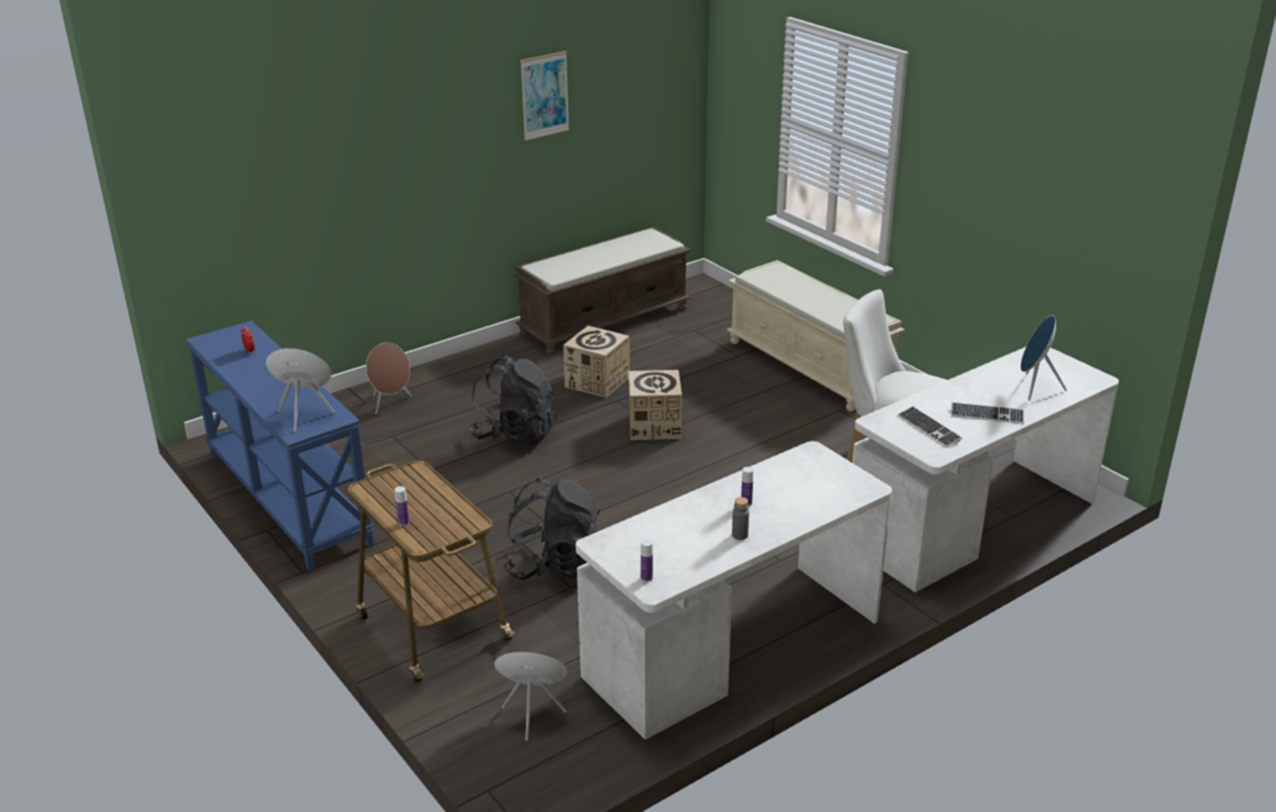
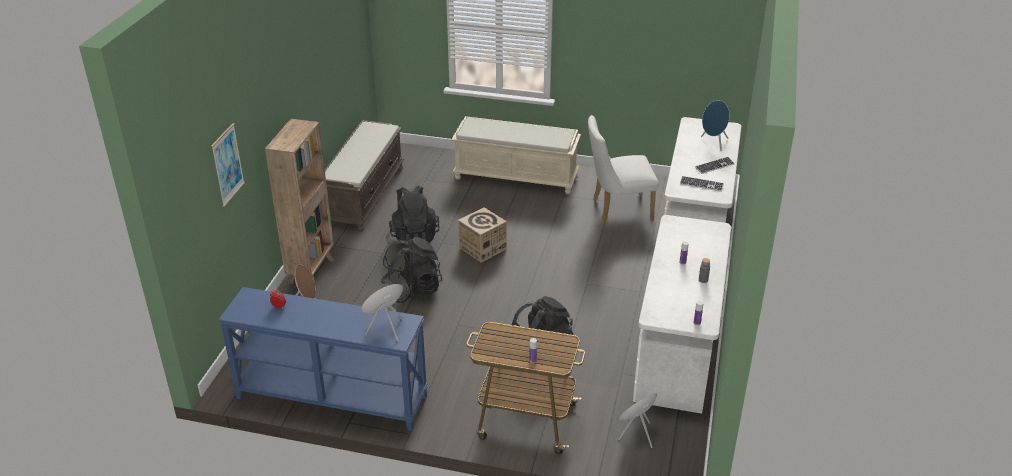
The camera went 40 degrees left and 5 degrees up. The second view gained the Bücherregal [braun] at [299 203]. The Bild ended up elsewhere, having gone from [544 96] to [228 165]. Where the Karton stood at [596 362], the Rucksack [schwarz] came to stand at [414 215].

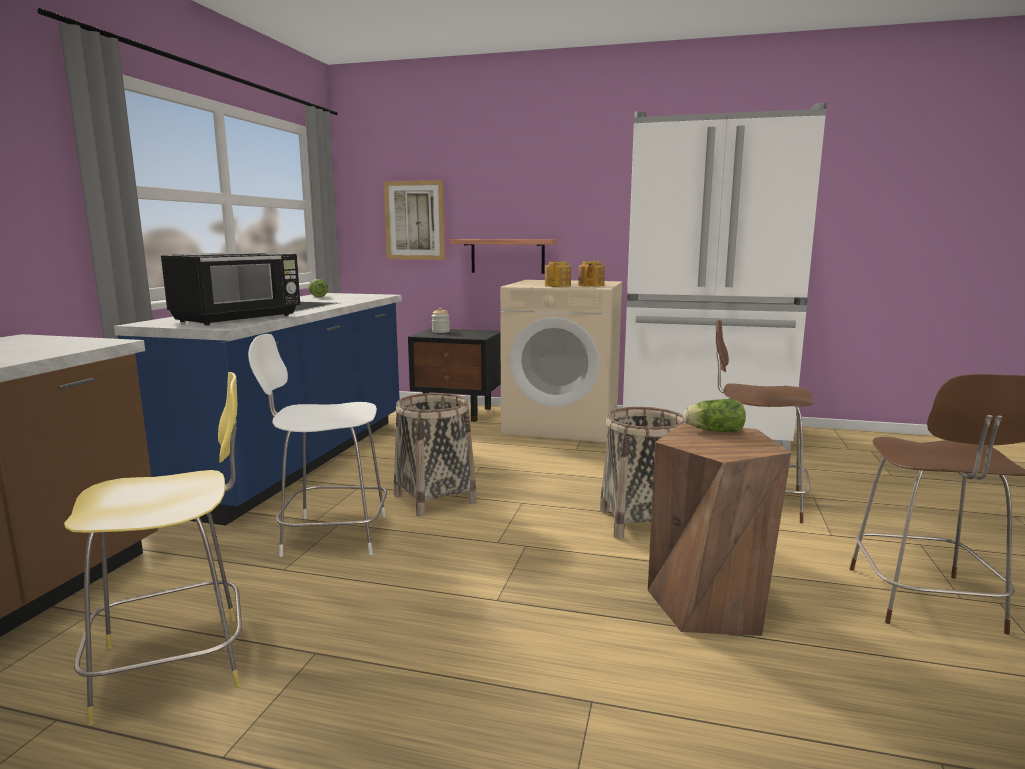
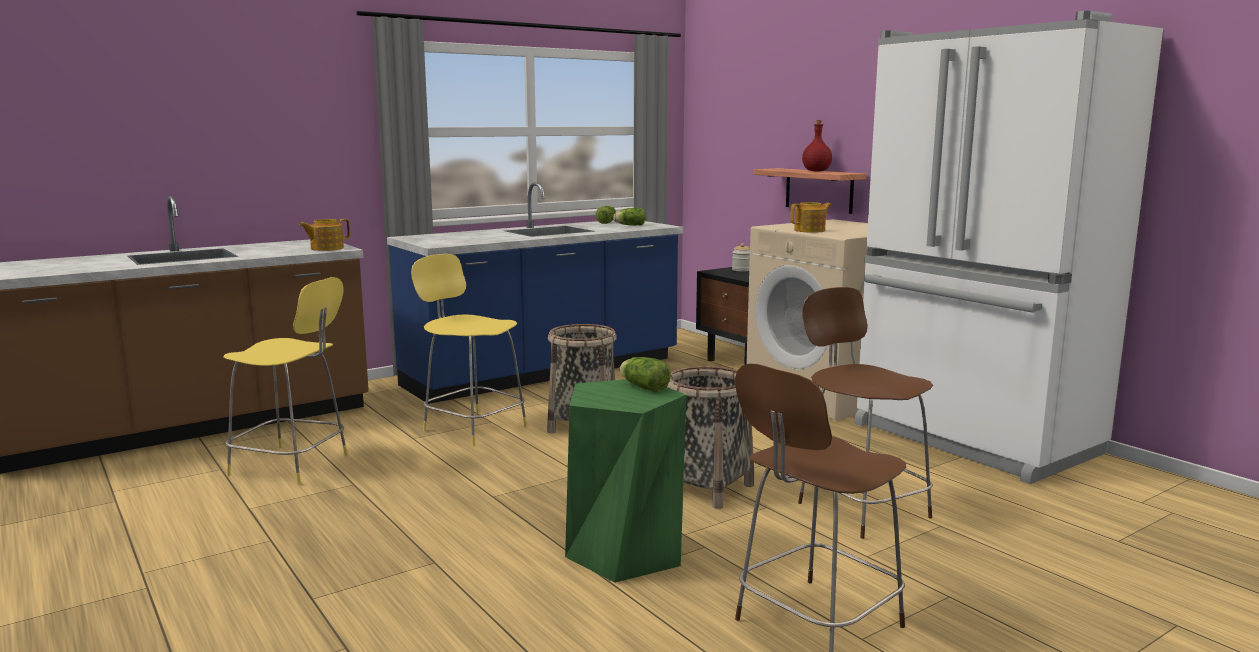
The camera went 40 degrees right and 0 degrees up. The second view lost the Mikrowelle [schwarz] at [230 288]. The second view lost the Bild at [414 220]. The second view gained the Salatkopf at [629 216]. The second view gained the Flasche [rot] at [817 145]. The Teekanne ended up elsewhere, having gone from [591 274] to [324 235]. What was the Hocker [weiß] at [317 445] turned into the Hocker [gelb] at [469 350]. What was the Hocker [braun] at [719 530] turned into the Hocker [grün] at [625 481].

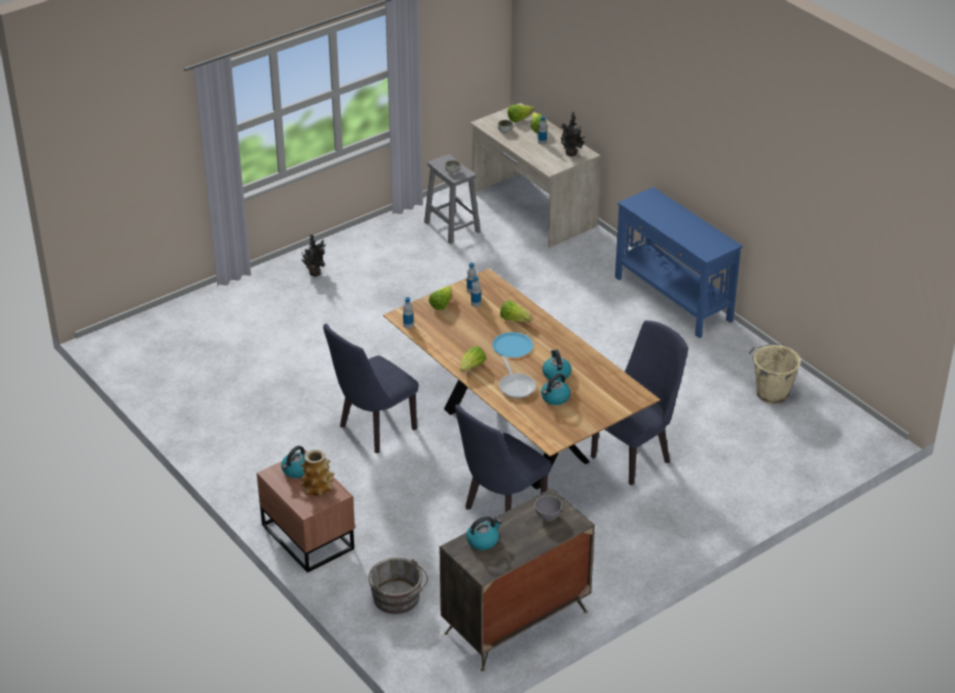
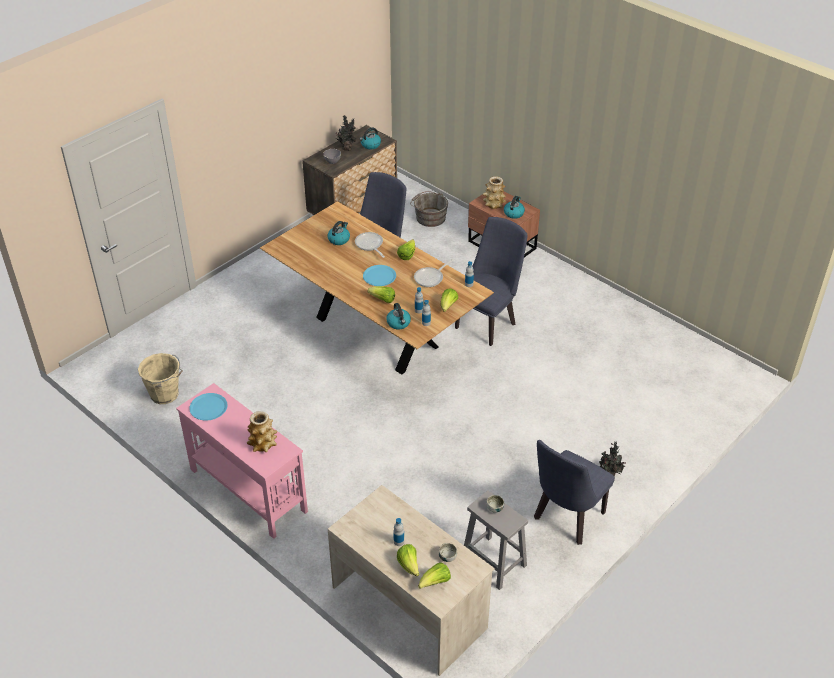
The camera went 170 degrees right and 5 degrees up. The second view gained the Teller [blau] at [208 407]. The second view gained the Vase at [262 432]. The second view gained the Pfanne at [434 273]. The Wasserkessel ended up elsewhere, having gone from [557 365] to [398 316]. The Topfpflanze ended up elsewhere, having gone from [573 134] to [346 133]. The Stuhl [blau] ended up elsewhere, having gone from [639 402] to [574 492]. What was the Konsolentisch [blau] at [679 262] turned into the Konsolentisch [rosa] at [242 461].

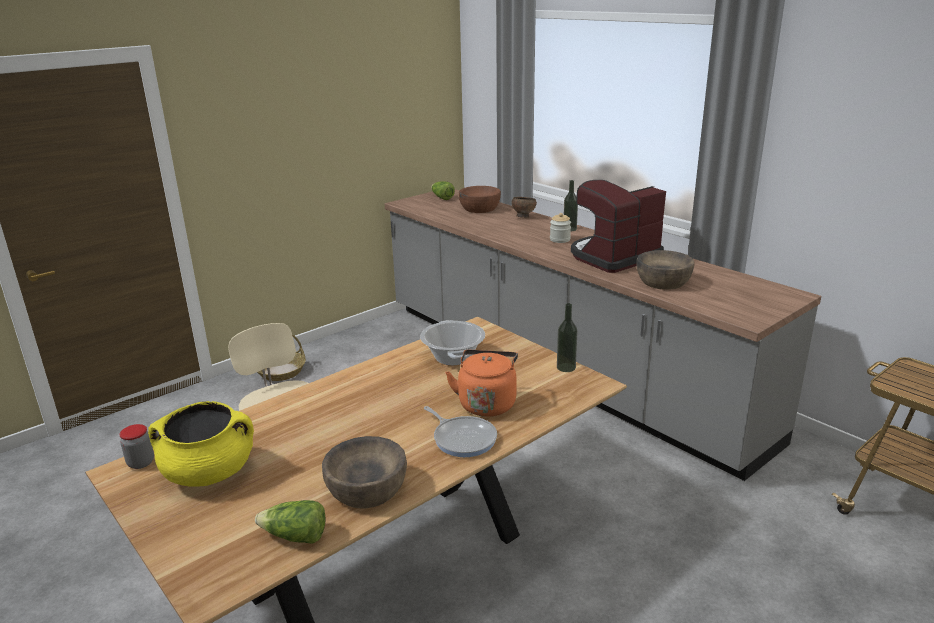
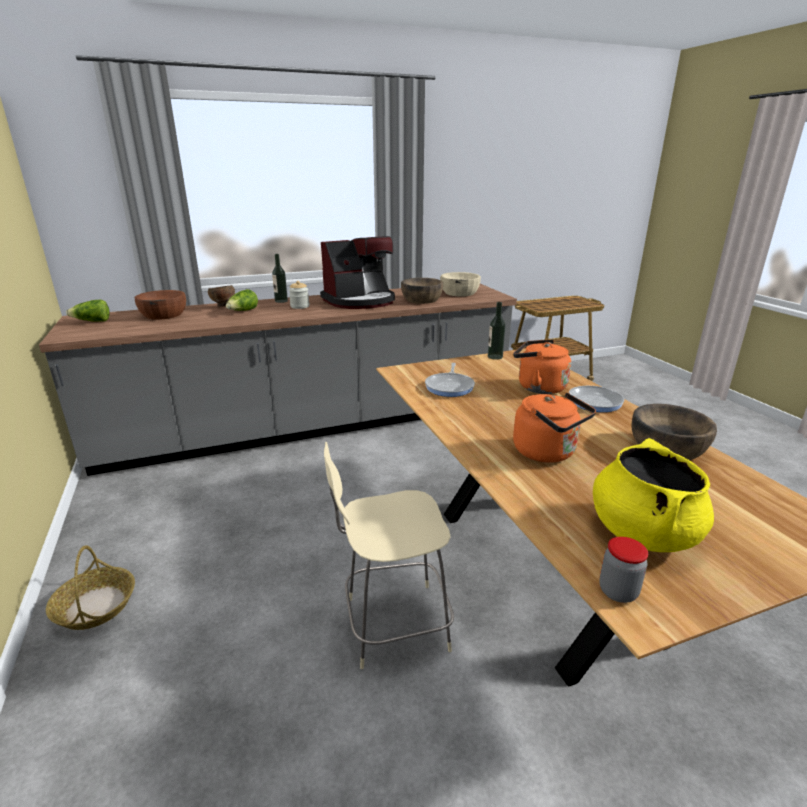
The camera went 70 degrees left and 0 degrees up. The second view gained the Schüssel [beige] at [460 284]. The second view gained the Wasserkessel [orange] at [554 427]. The Salatkopf ended up elsewhere, having gone from [290 521] to [242 300]. Where the Kochtopf stood at [452 342], the Pfanne came to stand at [450 380]. The Kaffeemaschine at [618 226] ended up facing another way, 105 degrees counterclockwise from before.

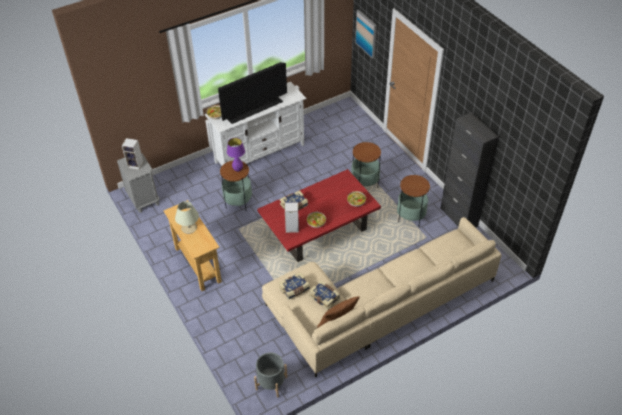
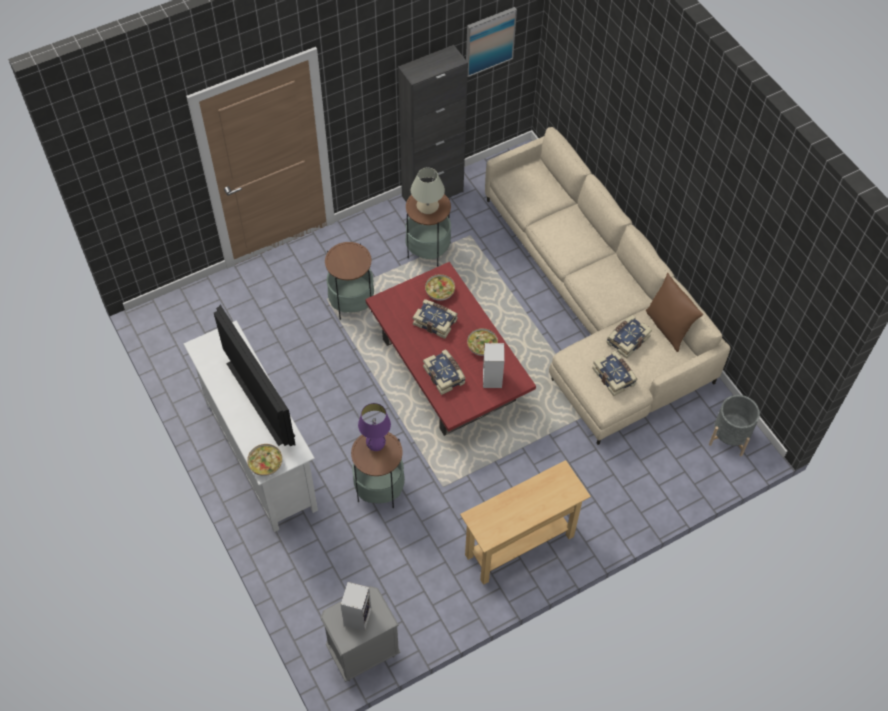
The camera went 90 degrees left and 10 degrees up. The second view gained the Buch at [435 319]. The Tischlampe [beige] ended up elsewhere, having gone from [187 217] to [428 190]. The Bild ended up elsewhere, having gone from [366 34] to [491 42].

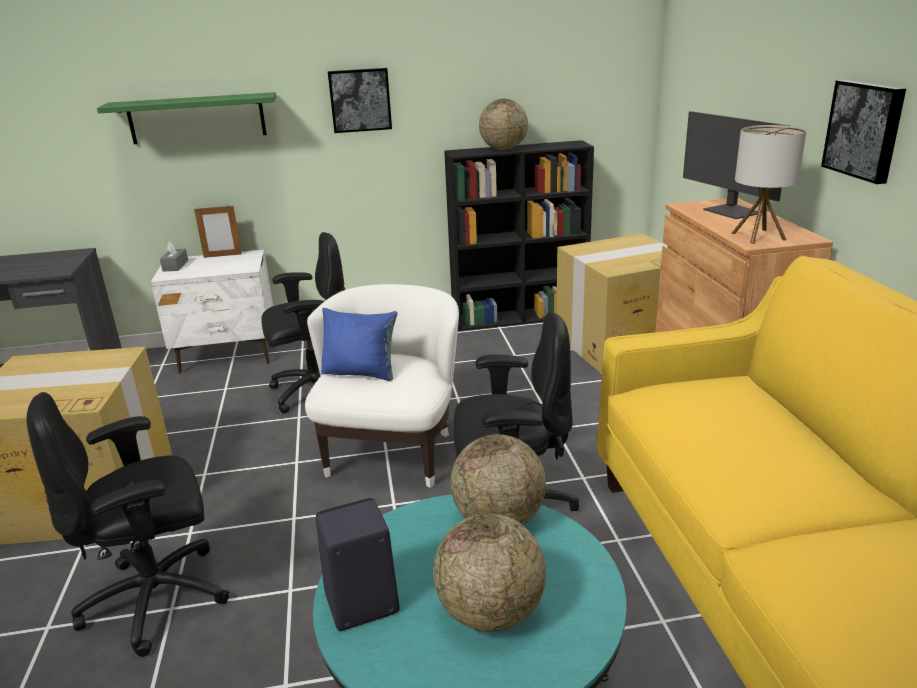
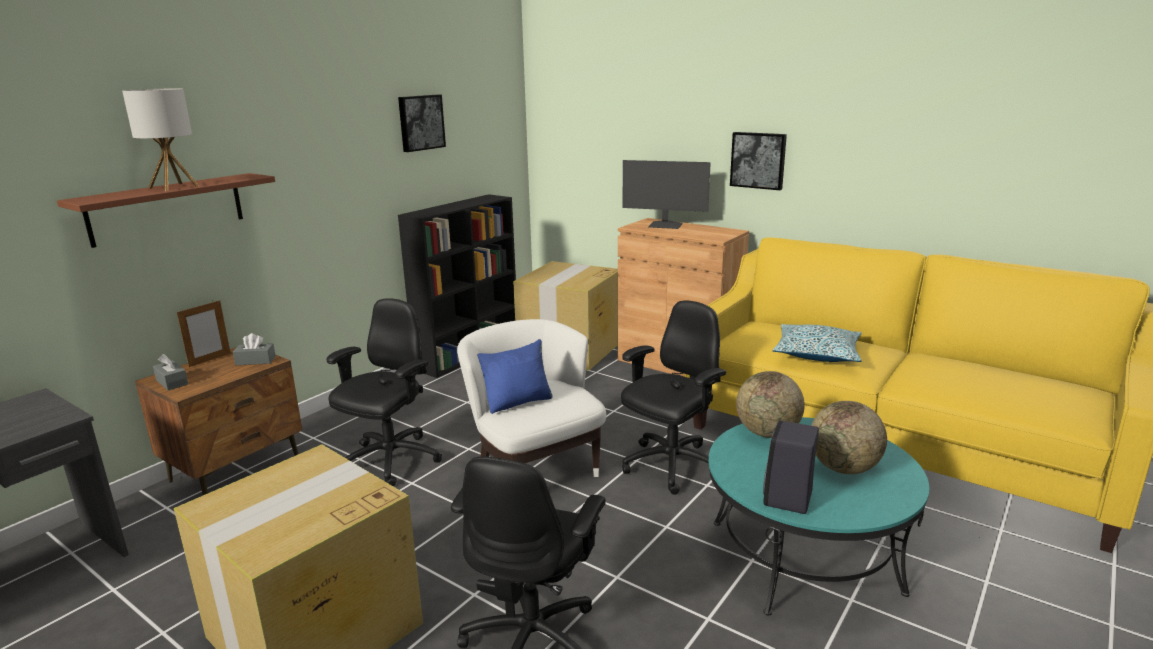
The camera went 45 degrees left and 5 degrees down. The second view lost the Globus at [503 124]. The second view gained the Taschentuchbox [grau] at [254 349]. The second view gained the Kissen at [817 343]. The Bild ended up elsewhere, having gone from [360 100] to [422 123]. The Tischlampe ended up elsewhere, having gone from [769 184] to [160 139]. What was the Wandregal [grün] at [187 118] turned into the Wandregal [braun] at [166 210]. What was the Nachttisch [weiß] at [212 311] turned into the Nachttisch [braun] at [218 421].

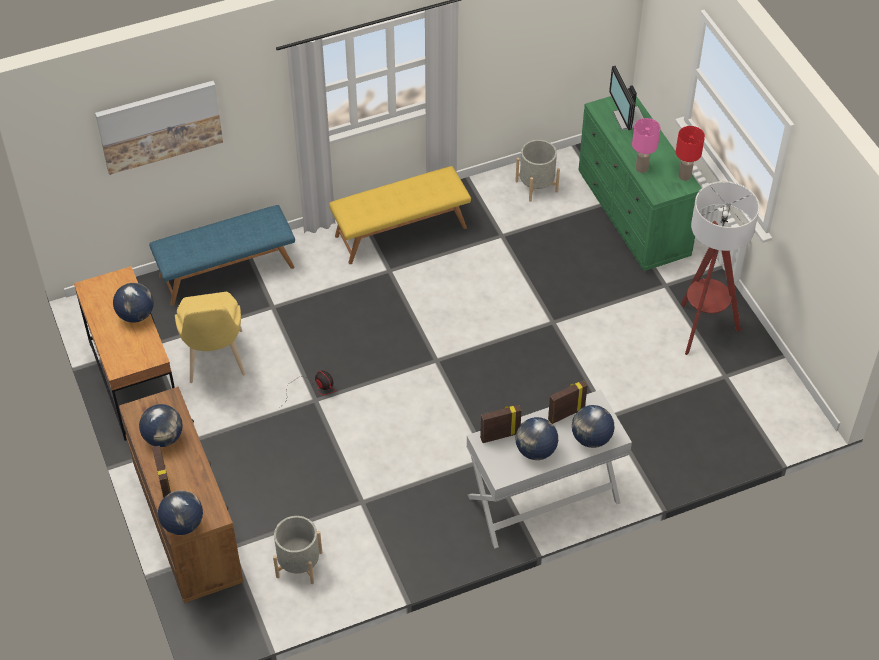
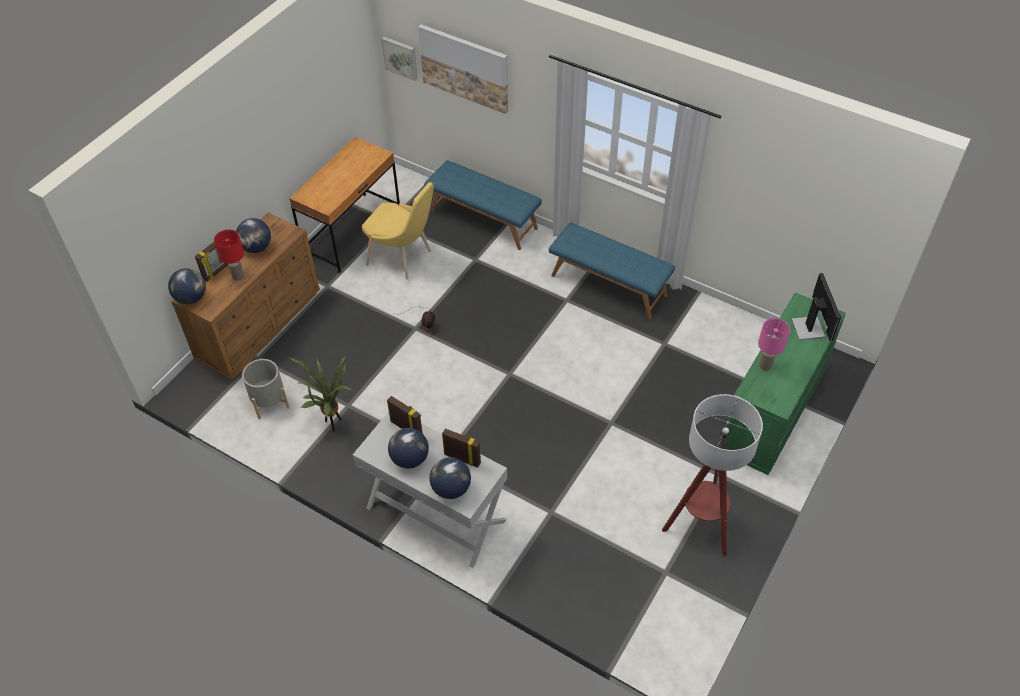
The camera went 55 degrees right and 0 degrees up. The second view lost the Globus at [133 303]. The second view lost the Pflanzkübel [grau] at [537 171]. The second view gained the Topfpflanze at [320 394]. The second view gained the Bild at [399 59]. The Tischlampe [rot] ended up elsewhere, having gone from [690 153] to [229 255]. What was the Bank [gelb] at [400 215] turned into the Bank [blau] at [612 271]. The Stuhl [gelb] at [210 337] ended up facing another way, 105 degrees counterclockwise from before. The Monitor at [626 98] ended up facing another way, 135 degrees clockwise from before.

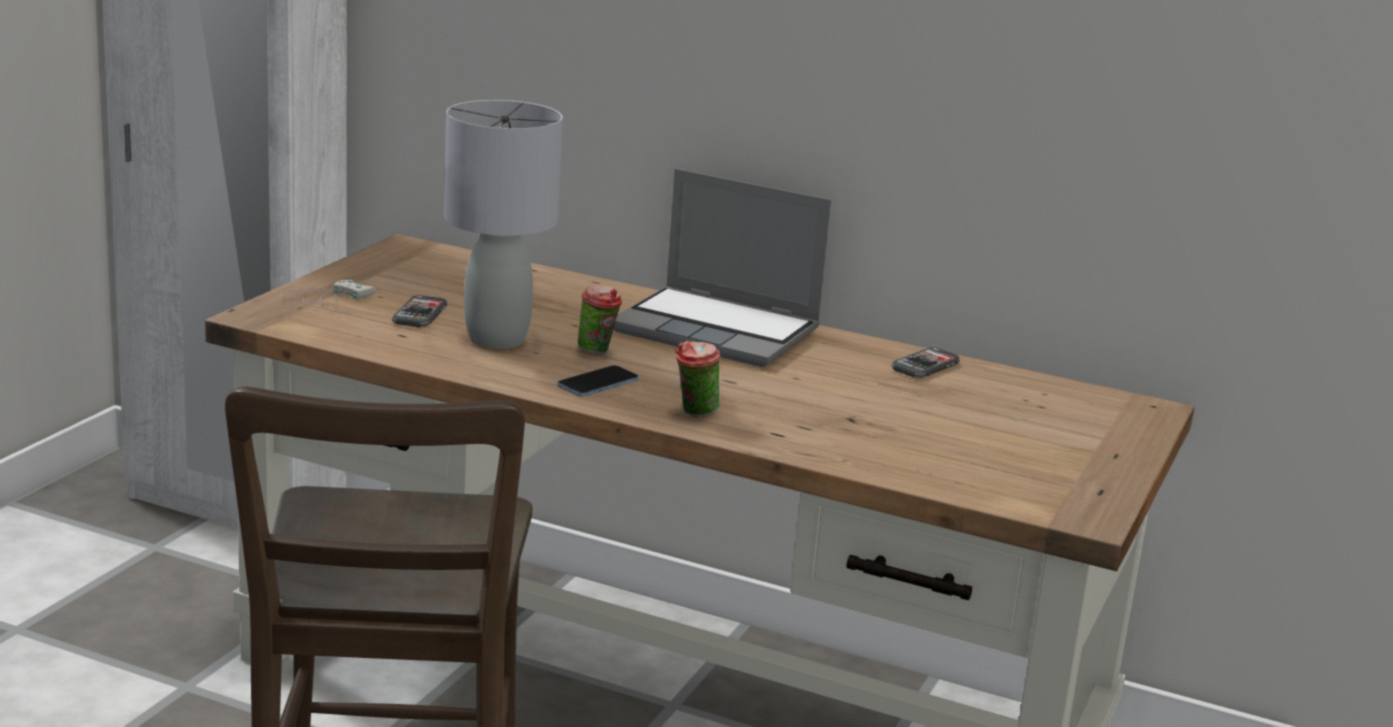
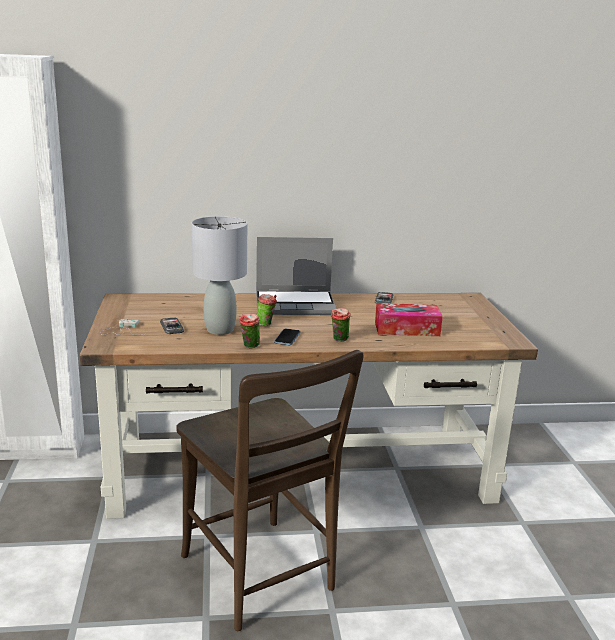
The camera went 30 degrees left and 0 degrees up. The second view gained the Tasse at [249 331]. The second view gained the Taschentuchbox at [409 319].

